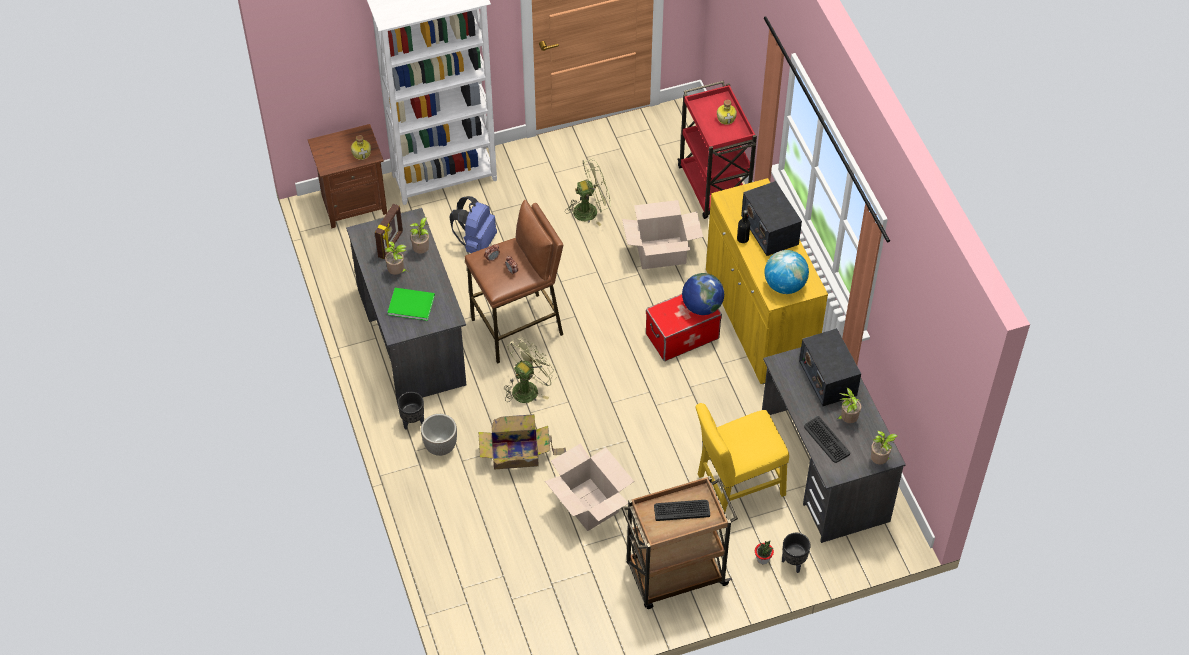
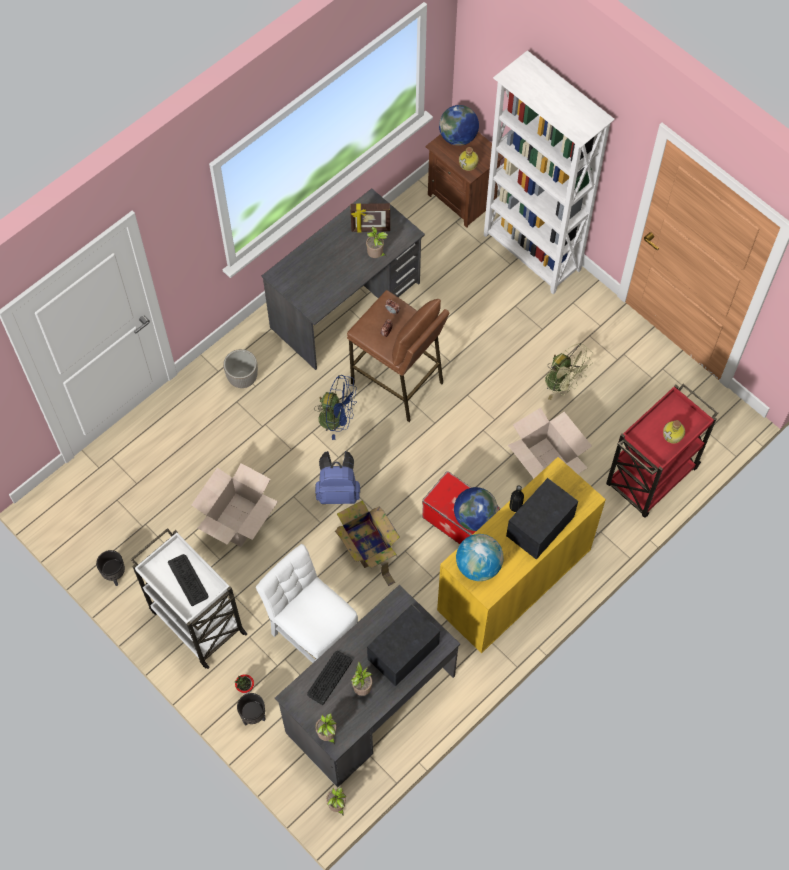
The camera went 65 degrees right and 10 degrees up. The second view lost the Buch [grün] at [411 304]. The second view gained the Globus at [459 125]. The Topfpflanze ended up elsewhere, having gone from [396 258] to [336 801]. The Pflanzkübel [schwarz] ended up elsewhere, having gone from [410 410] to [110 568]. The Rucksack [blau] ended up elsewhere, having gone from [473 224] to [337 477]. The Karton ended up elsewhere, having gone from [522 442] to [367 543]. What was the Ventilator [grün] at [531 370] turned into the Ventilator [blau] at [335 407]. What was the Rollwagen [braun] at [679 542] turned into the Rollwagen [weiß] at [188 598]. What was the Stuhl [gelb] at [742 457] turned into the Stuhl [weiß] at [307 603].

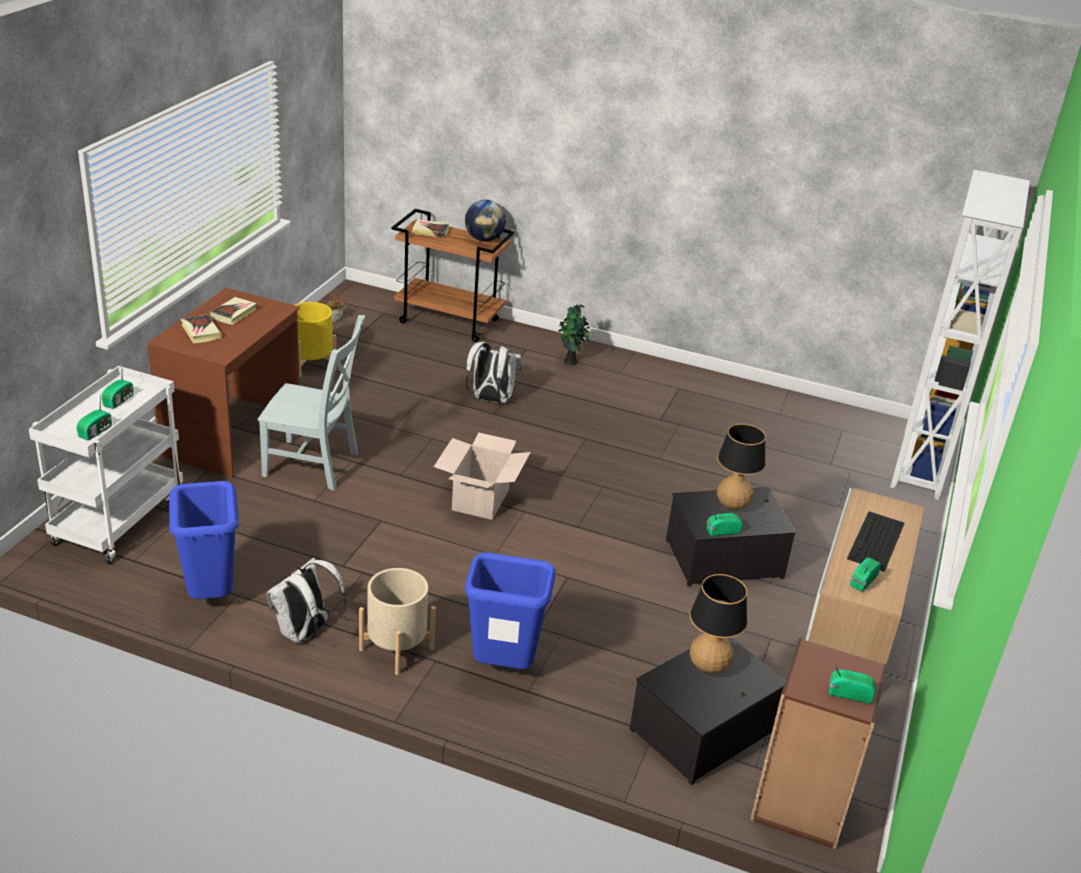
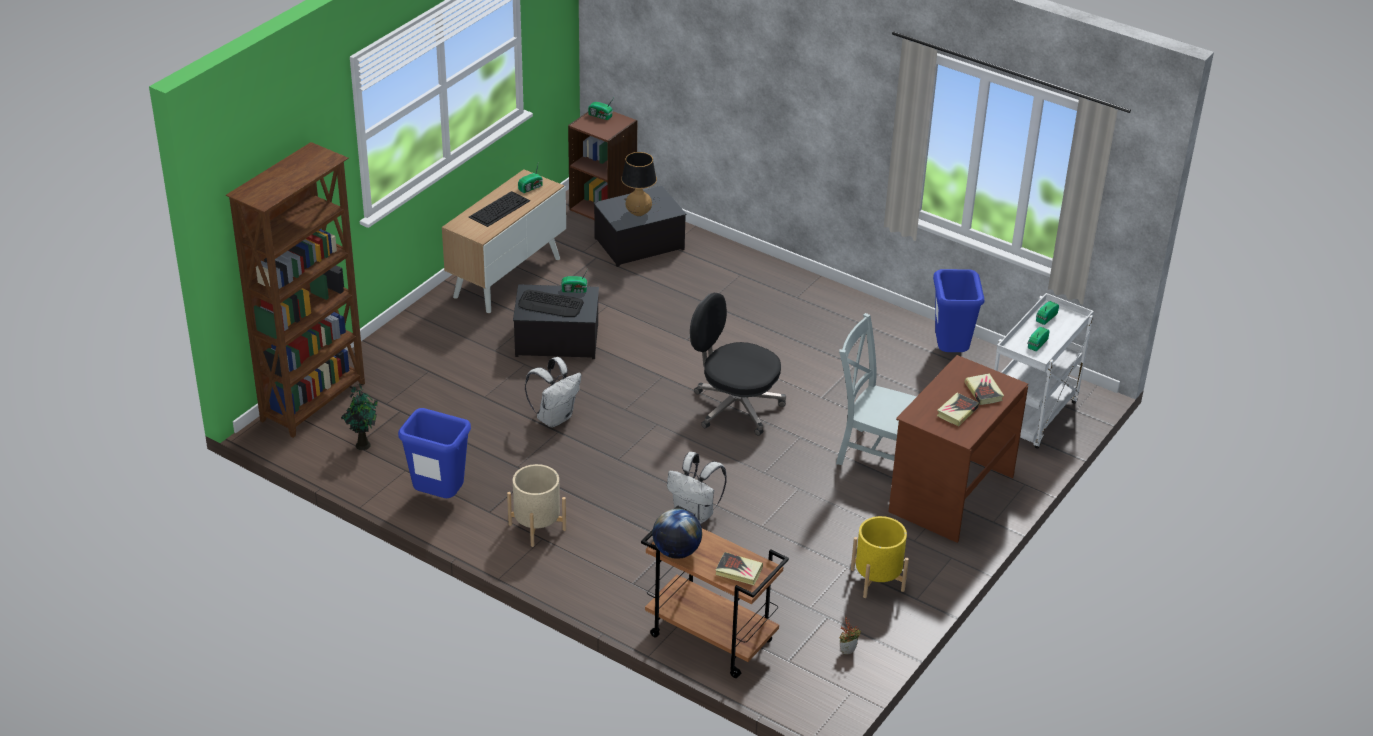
The camera went 165 degrees left and 5 degrees up. The Rucksack [weiß] ended up elsewhere, having gone from [306 600] to [553 392]. The Pflanzkübel [beige] ended up elsewhere, having gone from [397 621] to [536 505]. The Mülleimer [blau] ended up elsewhere, having gone from [510 610] to [434 453]. The Topfpflanze ended up elsewhere, having gone from [574 334] to [359 416]. Where the Karton stood at [482 476], the Bürostuhl [schwarz] came to stand at [738 364]. Where the Tischlampe stood at [745 476], the Tastatur came to stand at [551 303]. What was the Bücherregal [weiß] at [960 335] turned into the Bücherregal [braun] at [295 290].

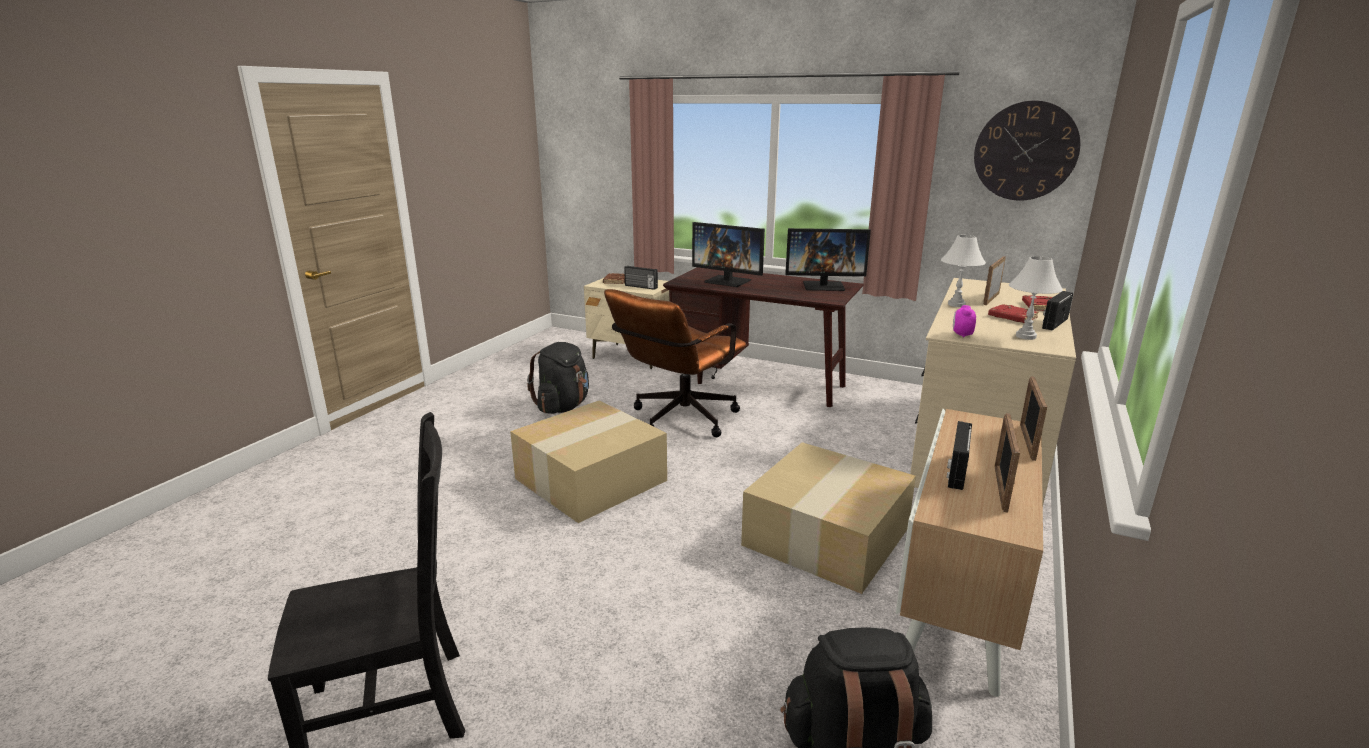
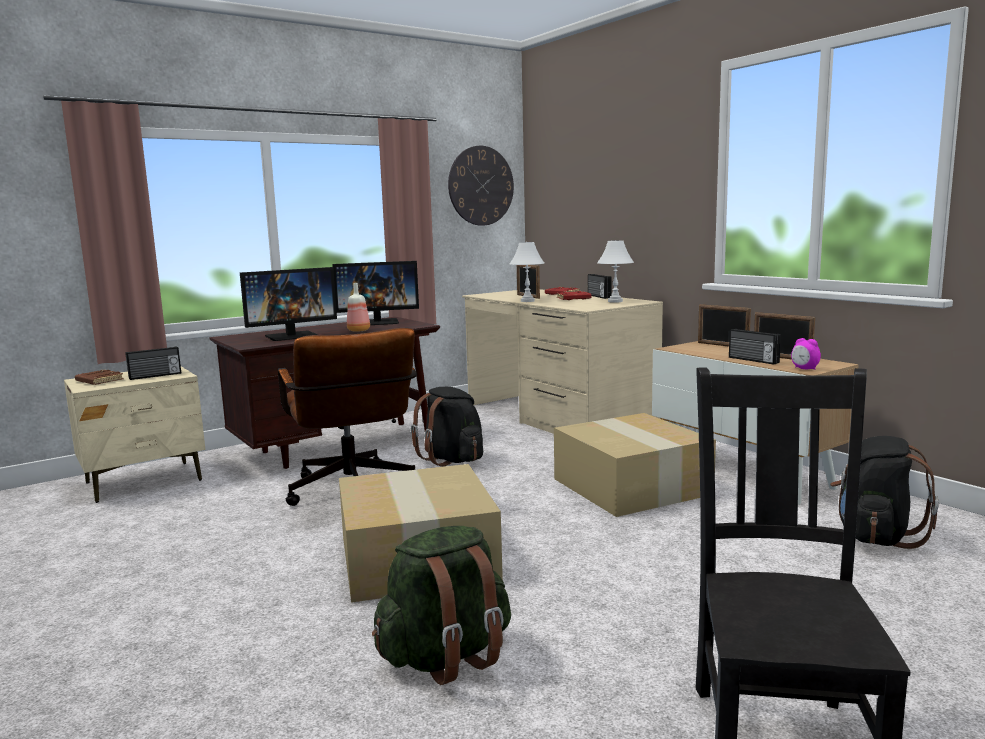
The camera went 60 degrees left and 10 degrees down. The second view gained the Flasche at [358 307]. The second view gained the Rucksack [grün] at [441 605]. The Rucksack [schwarz] ended up elsewhere, having gone from [558 378] to [447 426]. The Wecker ended up elsewhere, having gone from [964 321] to [806 354]. The Monitor at [828 259] ended up facing another way, 45 degrees clockwise from before.

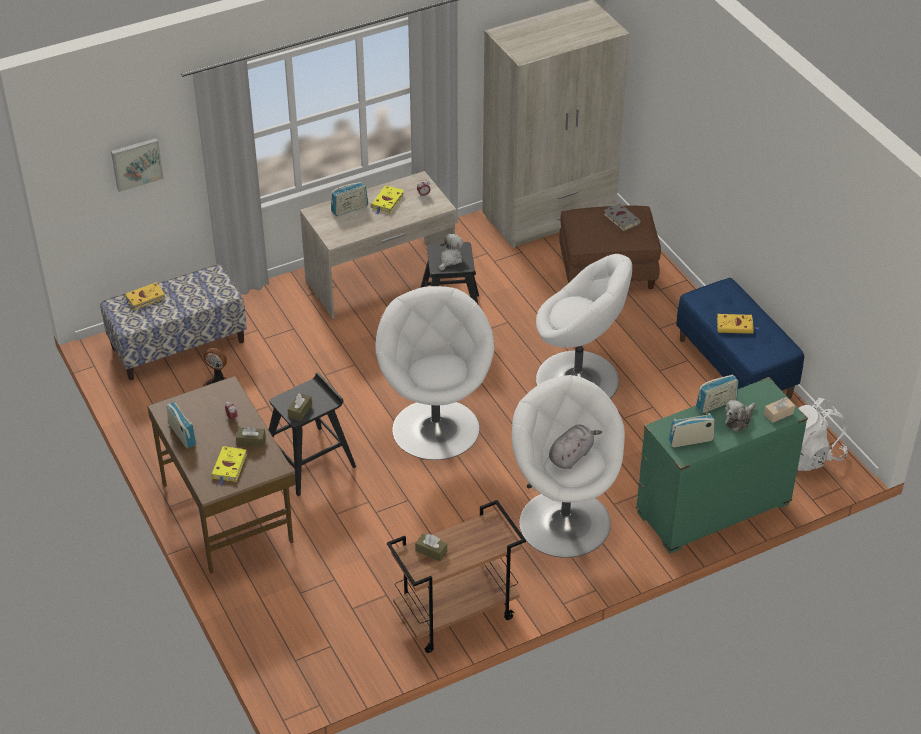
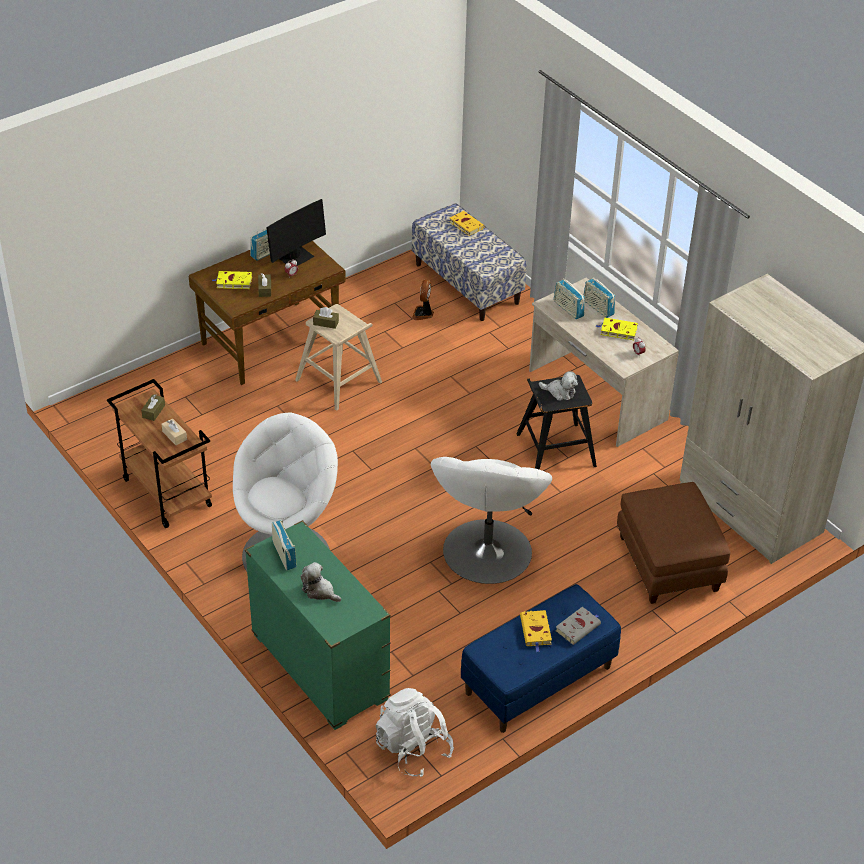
The camera went 80 degrees right and 0 degrees up. The second view lost the Bild at [137 165]. The second view lost the Sessel [weiß] at [435 373]. The second view lost the Plüschtier [grau] at [575 446]. The second view gained the Monitor at [296 232]. The Buch [grau] ended up elsewhere, having gone from [622 217] to [578 626]. The Radio ended up elsewhere, having gone from [717 393] to [569 298]. The Taschentuchbox [beige] ended up elsewhere, having gone from [779 410] to [174 432]. What was the Hocker [schwarz] at [312 434] turned into the Hocker [beige] at [338 357].

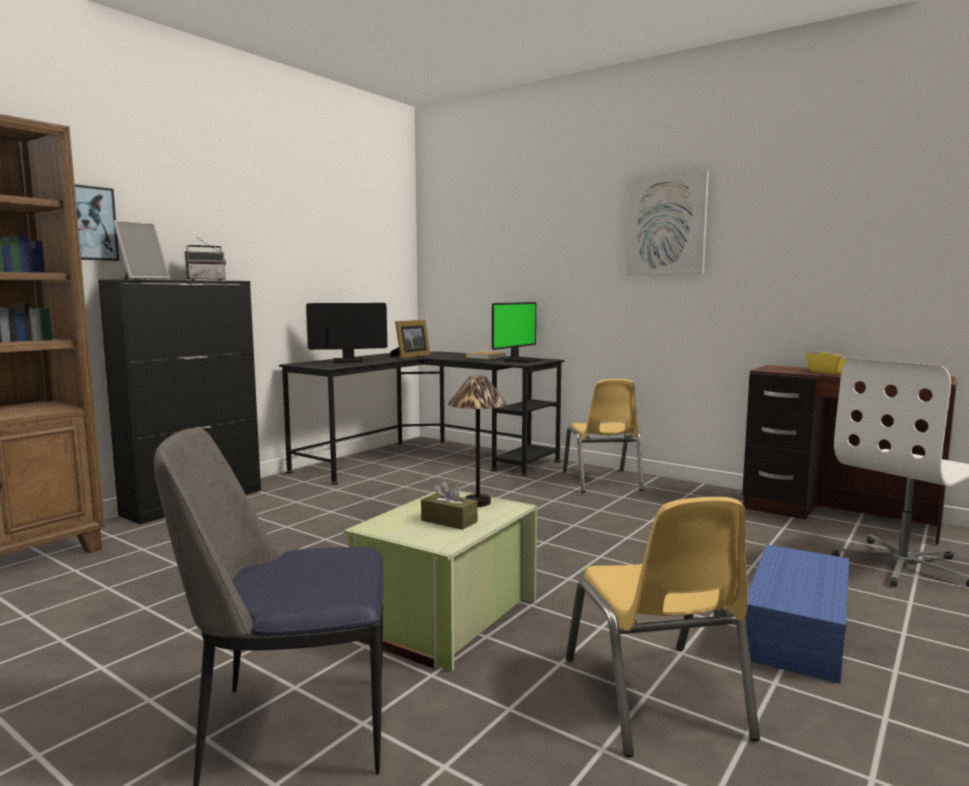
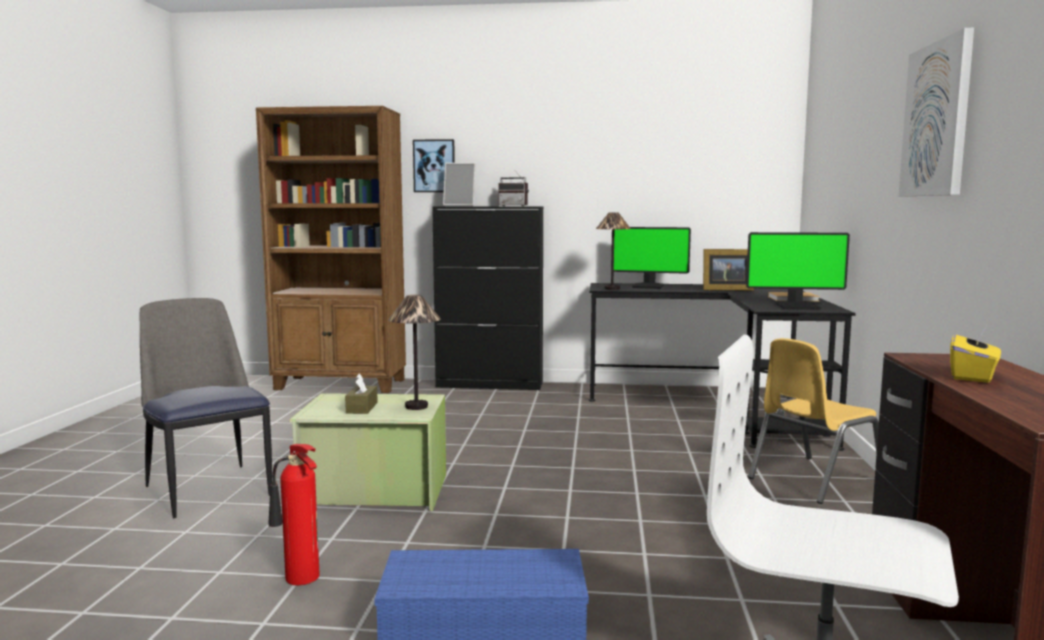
The camera went 60 degrees right and 0 degrees up. The second view gained the Tischlampe at [613 251]. Where the Stuhl [gelb] stood at [663 627], the Feuerlöscher came to stand at [294 514]. The Monitor at [346 333] ended up facing another way, 150 degrees clockwise from before.

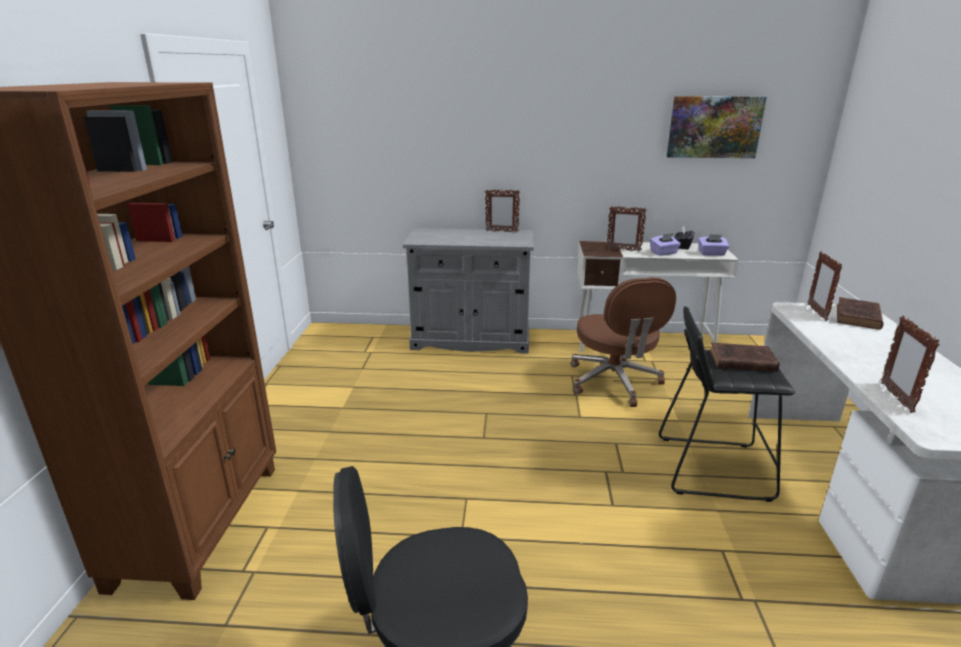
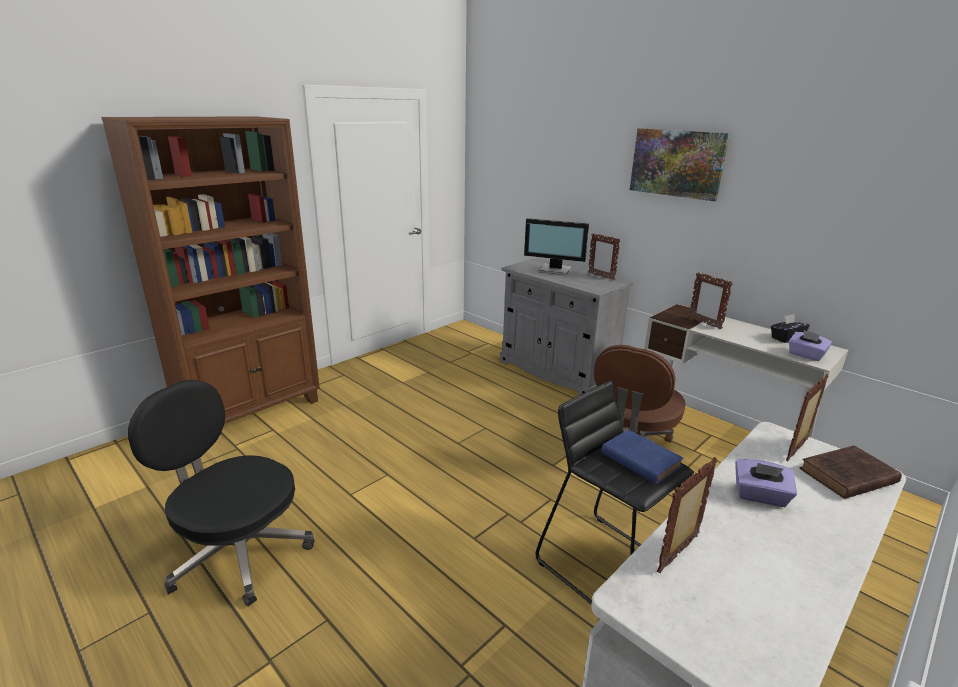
The camera went 40 degrees right and 0 degrees up. The second view gained the Monitor at [556 246]. The Taschentuchbox [lila] ended up elsewhere, having gone from [665 244] to [766 483]. The Bild ended up elsewhere, having gone from [716 127] to [680 164]. What was the Buch [braun] at [744 357] turned into the Buch [blau] at [642 457].

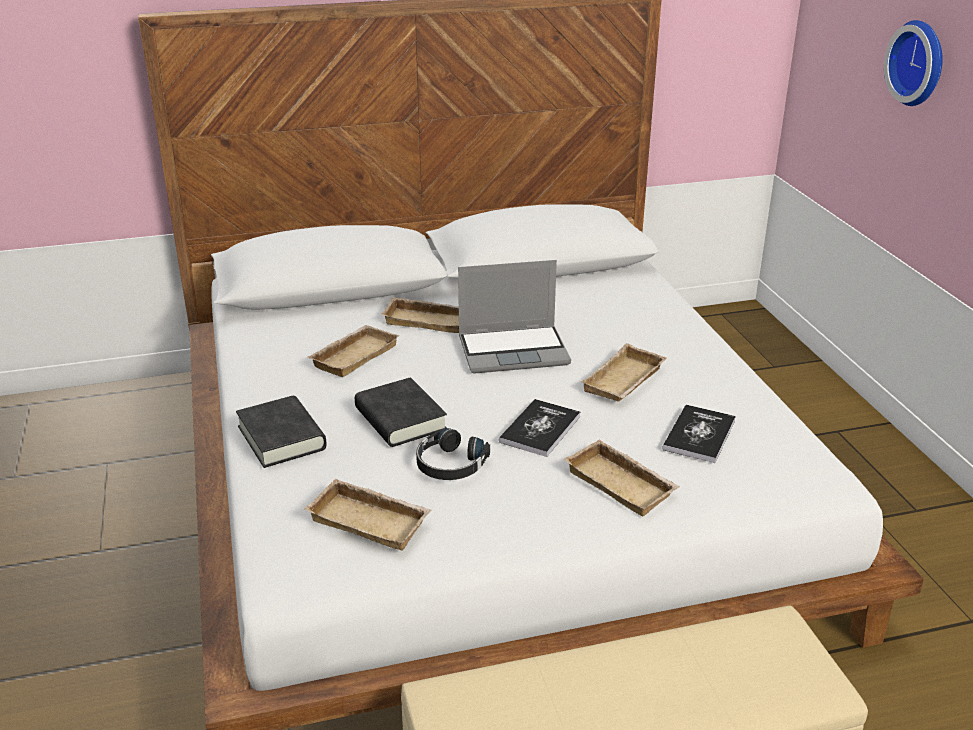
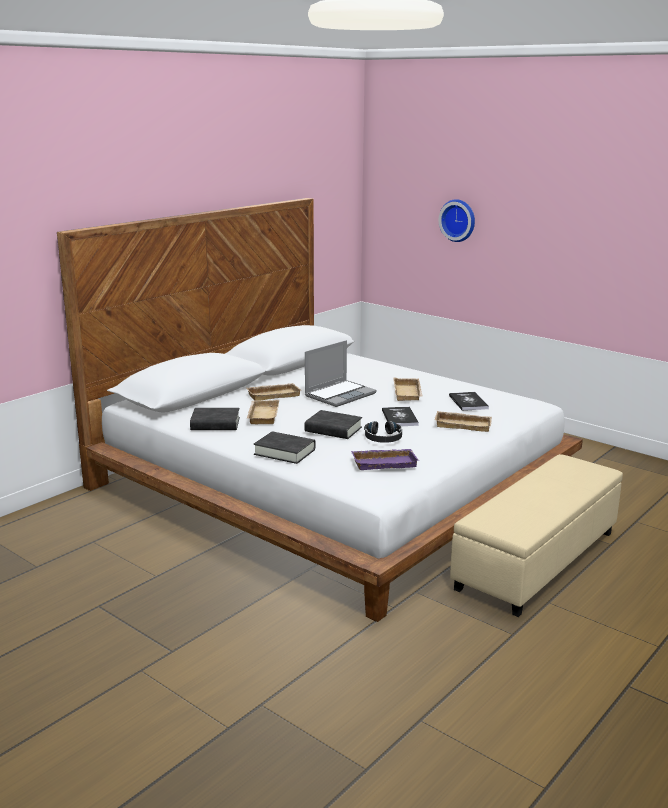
The camera went 35 degrees left and 10 degrees down. The second view gained the Buch [schwarz] at [215 419]. What was the Tablett [beige] at [368 514] turned into the Tablett [lila] at [385 459].

